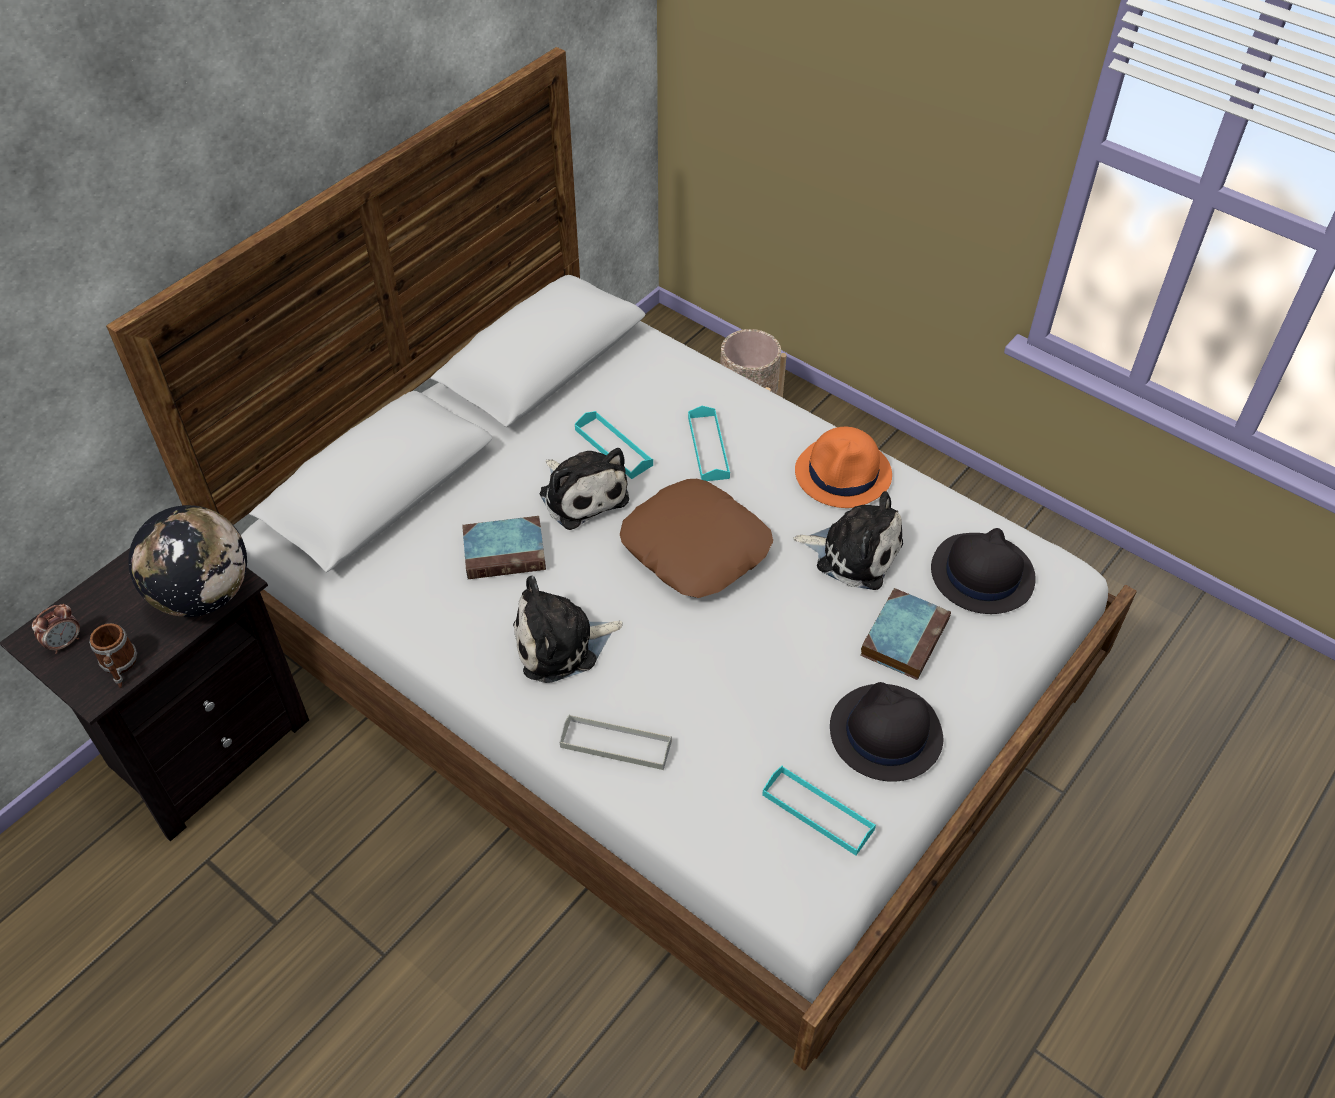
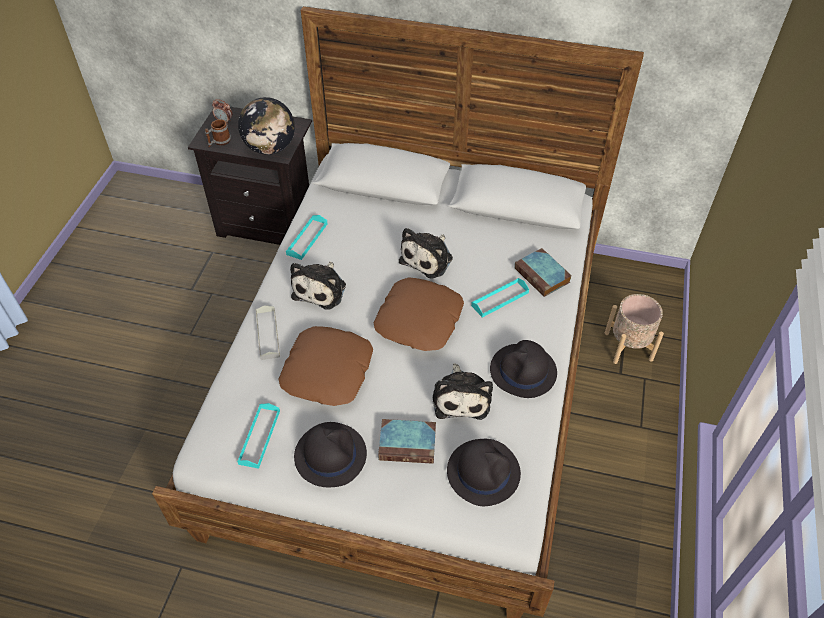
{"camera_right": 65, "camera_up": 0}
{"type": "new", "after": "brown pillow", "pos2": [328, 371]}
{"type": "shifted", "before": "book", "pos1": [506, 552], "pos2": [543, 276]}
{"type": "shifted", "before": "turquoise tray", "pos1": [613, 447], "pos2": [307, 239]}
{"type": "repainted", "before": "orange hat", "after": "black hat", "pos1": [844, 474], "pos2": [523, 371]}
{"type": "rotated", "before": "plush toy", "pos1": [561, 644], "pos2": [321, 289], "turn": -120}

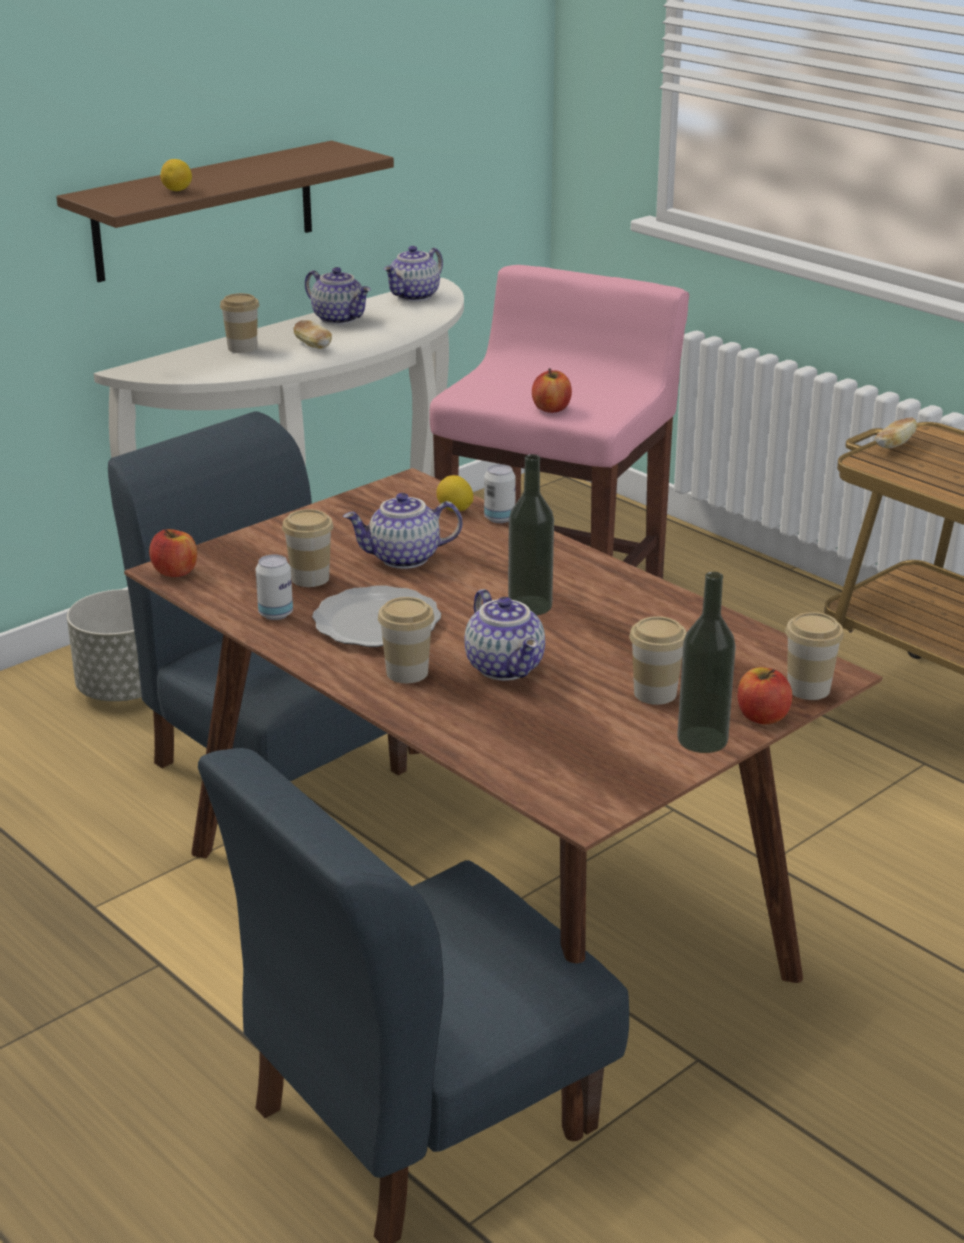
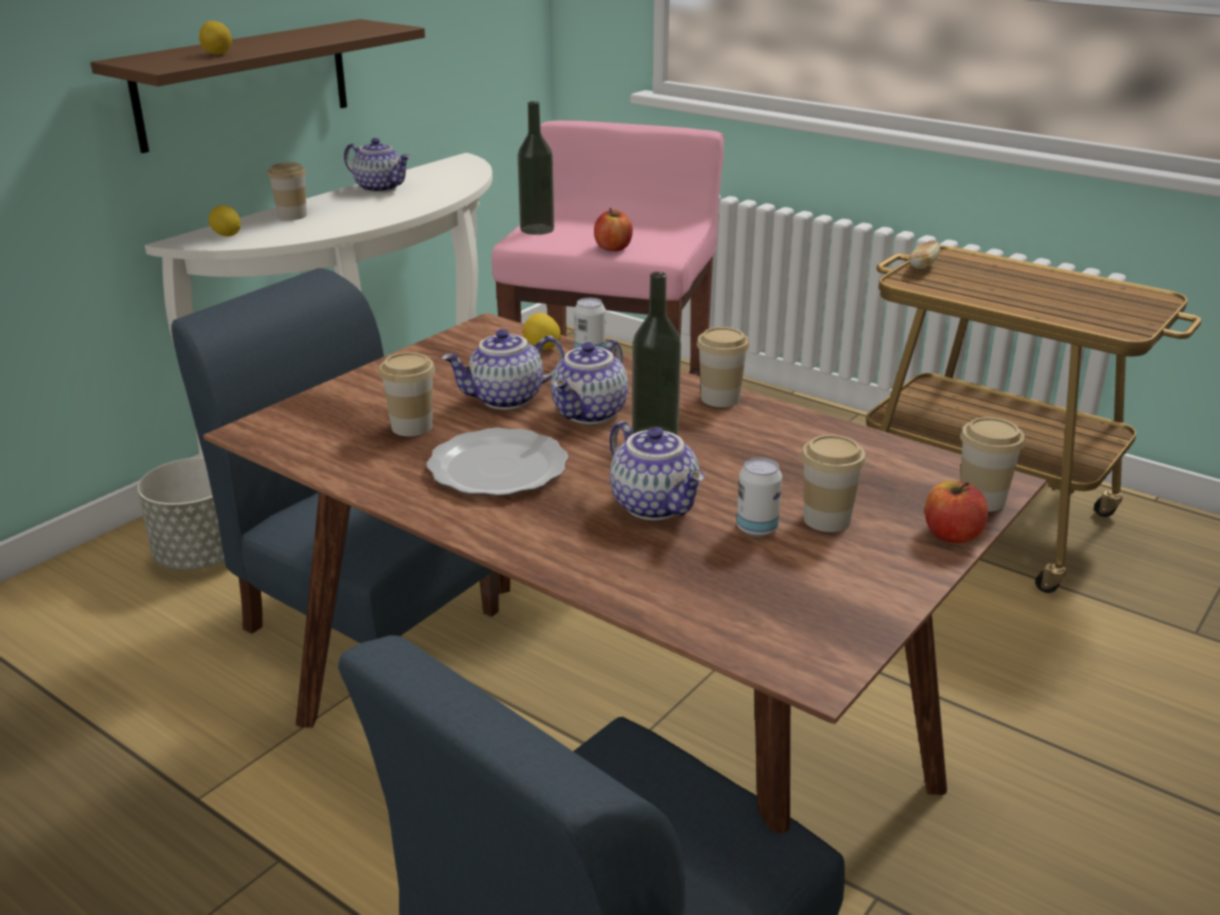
{"camera_right": -10, "camera_up": 0}
{"type": "gone", "before": "apple", "pos1": [175, 572]}
{"type": "gone", "before": "bread", "pos1": [313, 346]}
{"type": "new", "after": "lemon", "pos2": [227, 235]}
{"type": "shifted", "before": "can", "pos1": [276, 614], "pos2": [757, 529]}
{"type": "shifted", "before": "cup", "pos1": [407, 672], "pos2": [720, 398]}
{"type": "shifted", "before": "teapot", "pos1": [415, 296], "pos2": [591, 414]}
{"type": "shifted", "before": "bottle", "pos1": [702, 740], "pos2": [537, 229]}

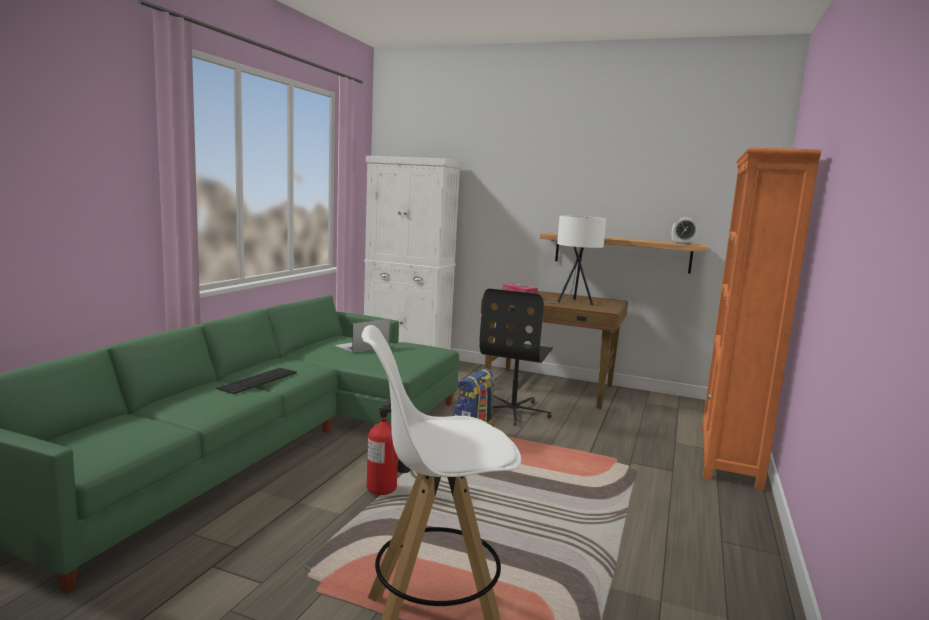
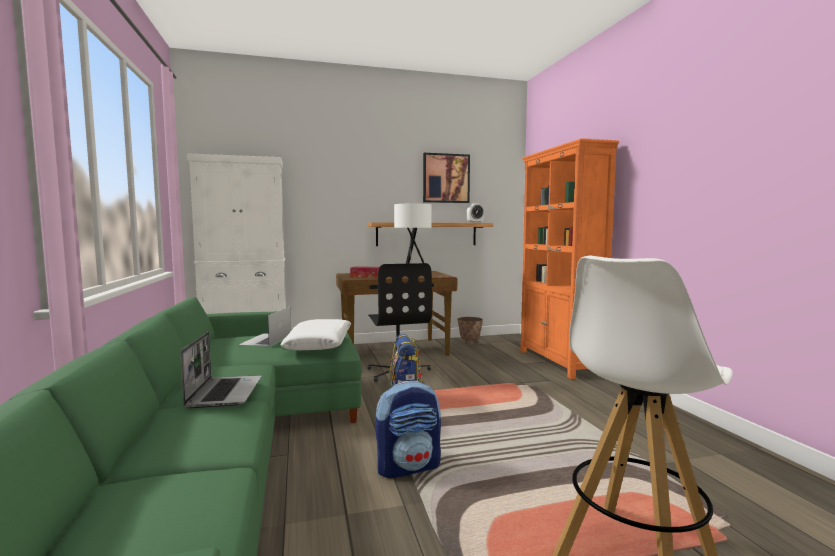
{"camera_right": -35, "camera_up": -5}
{"type": "new", "after": "white pillow", "pos2": [319, 344]}
{"type": "new", "after": "picture", "pos2": [446, 178]}
{"type": "new", "after": "planter", "pos2": [469, 342]}
{"type": "swapped", "before": "keyboard", "after": "laptop", "pos1": [258, 380], "pos2": [224, 392]}
{"type": "swapped", "before": "fire extinguisher", "after": "backpack", "pos1": [386, 491], "pos2": [409, 467]}

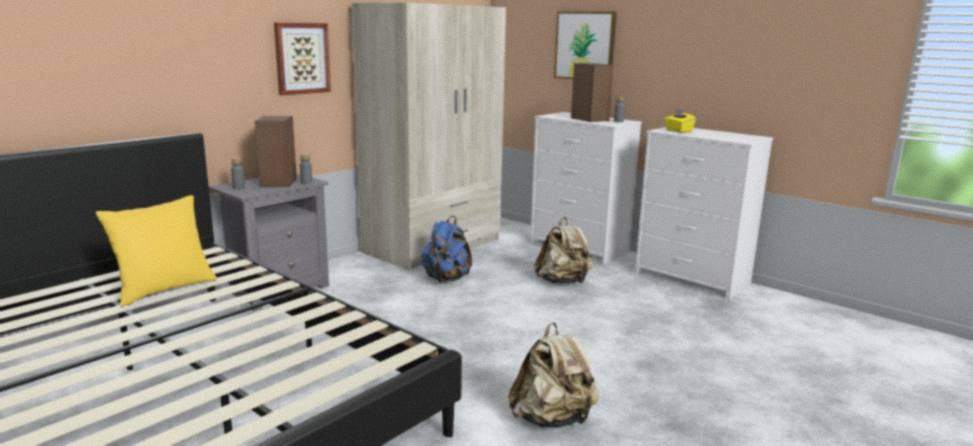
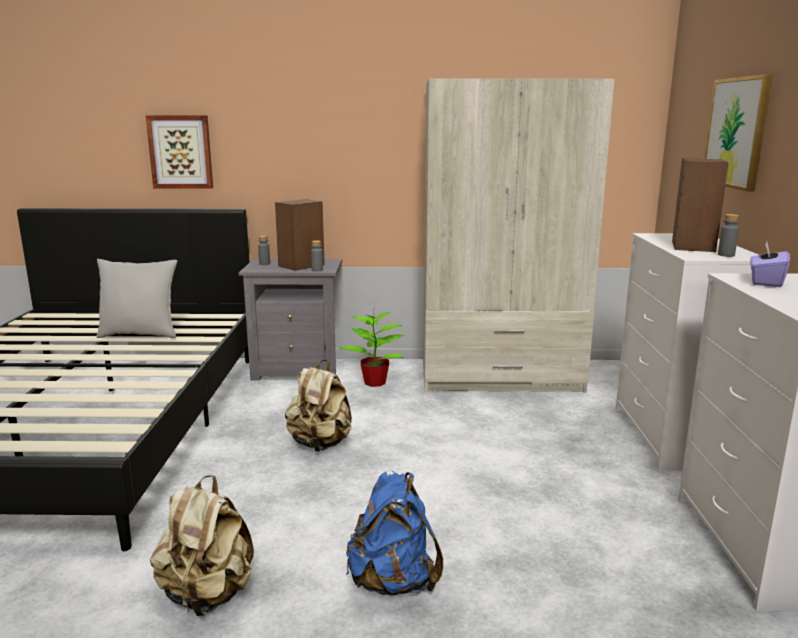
{"camera_right": 50, "camera_up": 0}
{"type": "new", "after": "potted plant", "pos2": [375, 382]}
{"type": "shifted", "before": "picture", "pos1": [301, 58], "pos2": [181, 152]}
{"type": "shifted", "before": "blue backpack", "pos1": [446, 279], "pos2": [393, 581]}
{"type": "shifted", "before": "beige backpack", "pos1": [563, 282], "pos2": [320, 444]}
{"type": "repainted", "before": "yellow pillow", "after": "grey pillow", "pos1": [165, 289], "pos2": [140, 334]}
{"type": "repainted", "before": "yellow tissue box", "after": "purple tissue box", "pos1": [678, 131], "pos2": [765, 282]}

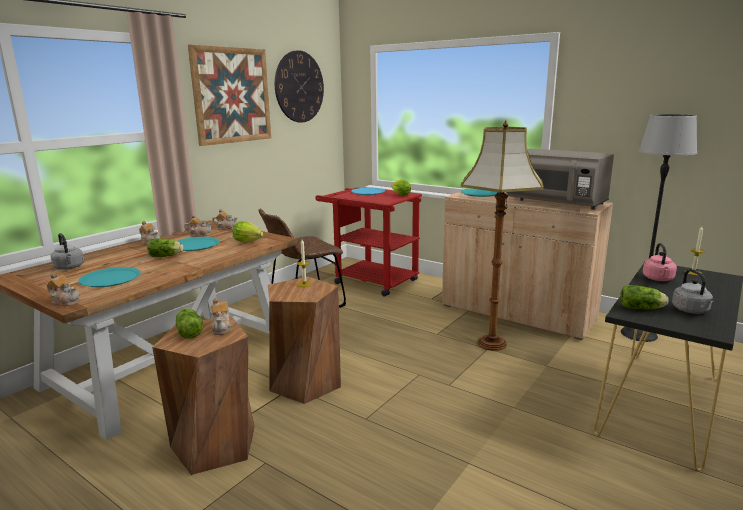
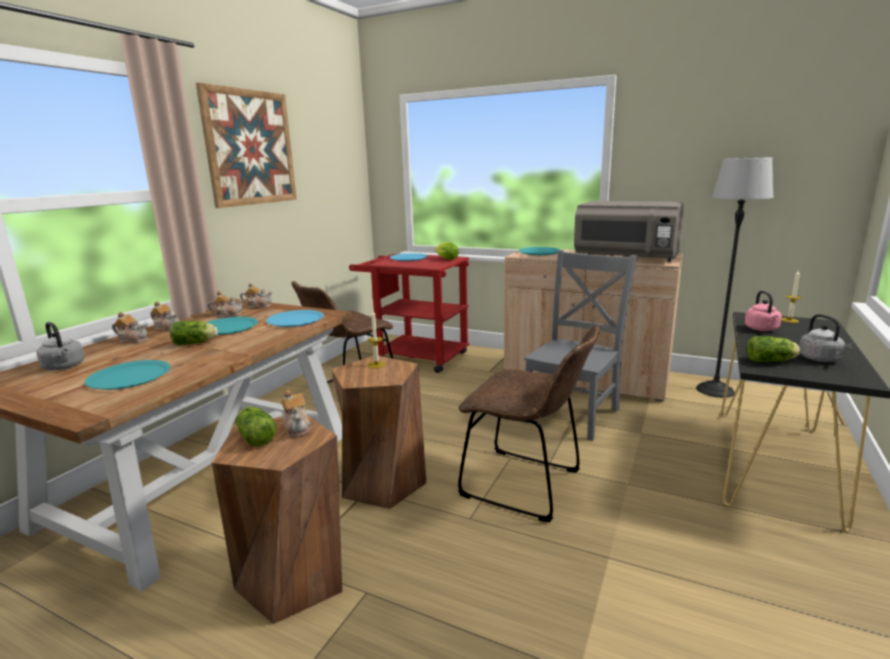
{"camera_right": -10, "camera_up": 0}
{"type": "gone", "before": "wall clock", "pos1": [299, 87]}
{"type": "new", "after": "brown chair", "pos2": [527, 485]}
{"type": "shifted", "before": "teapot", "pos1": [65, 301], "pos2": [133, 340]}
{"type": "swapped", "before": "lettuce", "after": "blue plate", "pos1": [249, 242], "pos2": [295, 319]}
{"type": "swapped", "before": "floor lamp", "after": "grey chair", "pos1": [492, 343], "pos2": [574, 414]}

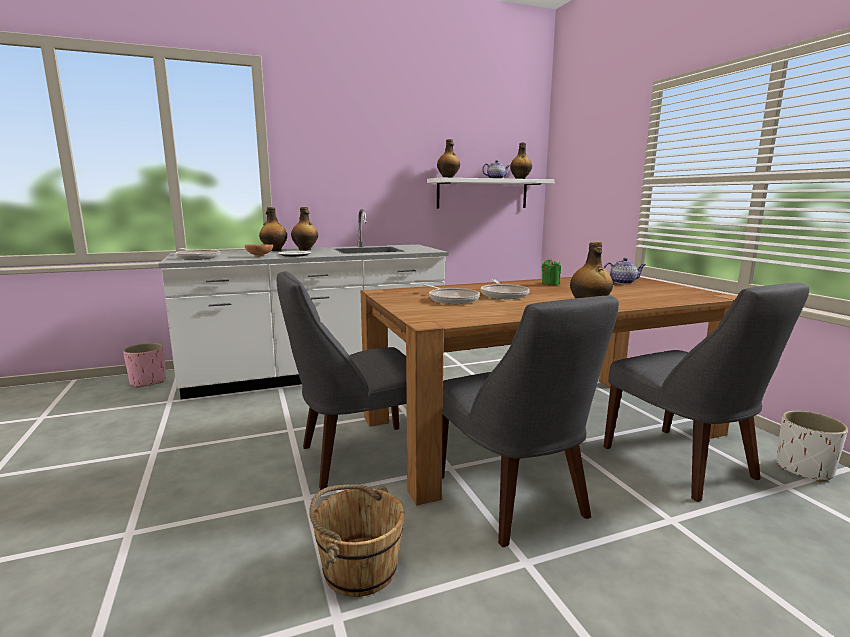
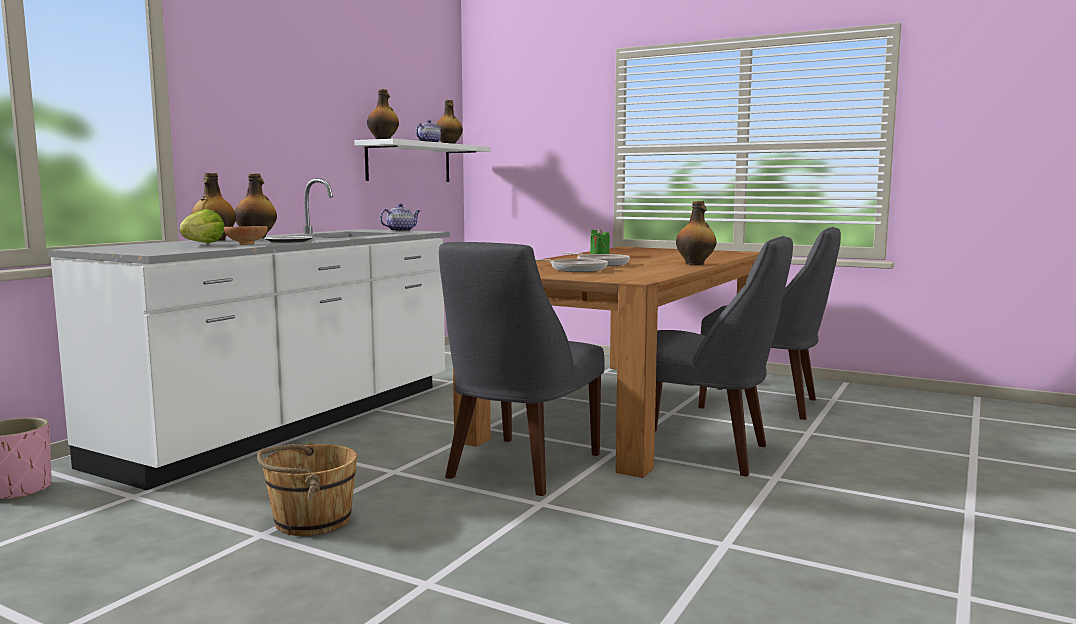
{"camera_right": -40, "camera_up": -5}
{"type": "gone", "before": "frying pan", "pos1": [197, 257]}
{"type": "gone", "before": "white planter", "pos1": [804, 469]}
{"type": "new", "after": "lettuce", "pos2": [202, 244]}
{"type": "shifted", "before": "brown bucket", "pos1": [359, 568], "pos2": [311, 520]}
{"type": "shifted", "before": "teapot", "pos1": [623, 282], "pos2": [401, 231]}

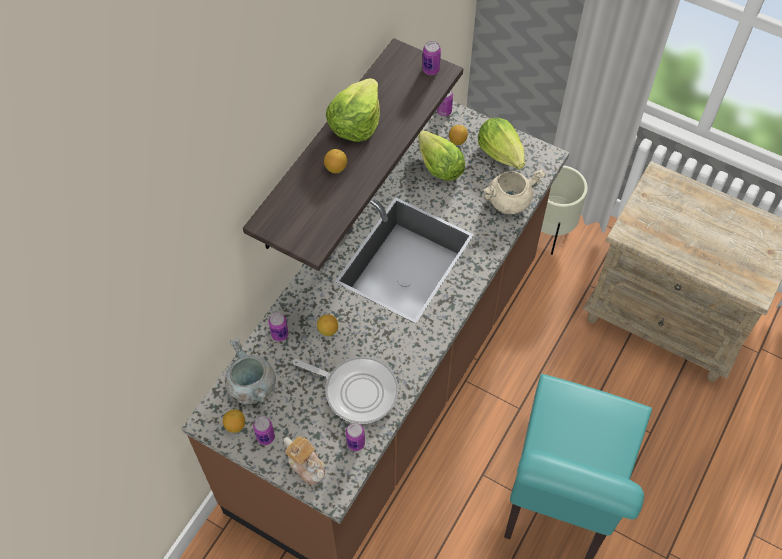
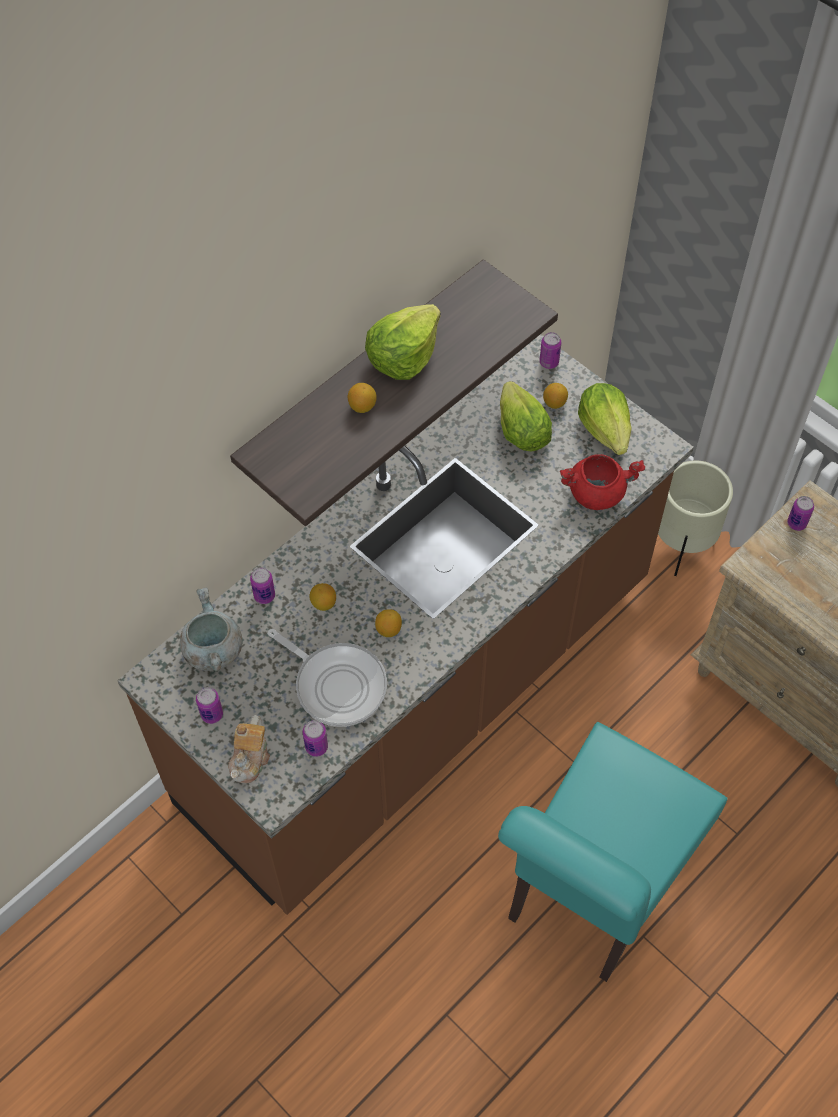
{"camera_right": 15, "camera_up": 0}
{"type": "shifted", "before": "lemon", "pos1": [235, 425], "pos2": [388, 629]}
{"type": "shifted", "before": "can", "pos1": [431, 70], "pos2": [796, 523]}
{"type": "repainted", "before": "beige cooking pot", "after": "red cooking pot", "pos1": [509, 200], "pos2": [597, 492]}
{"type": "rotated", "before": "teapot", "pos1": [306, 465], "pos2": [250, 759], "turn": 45}

